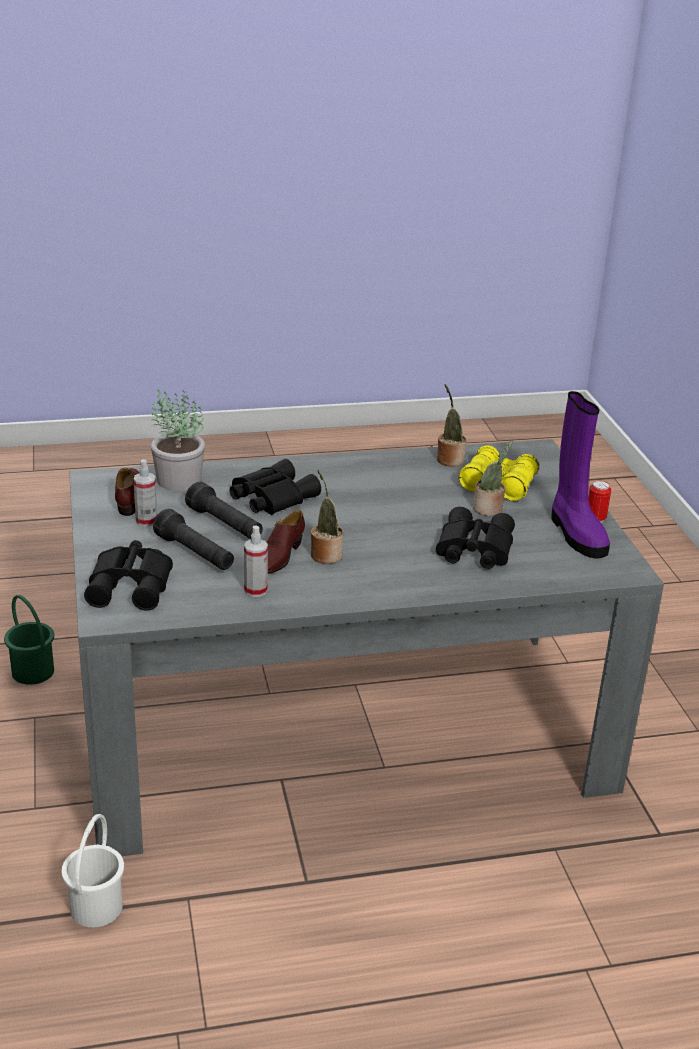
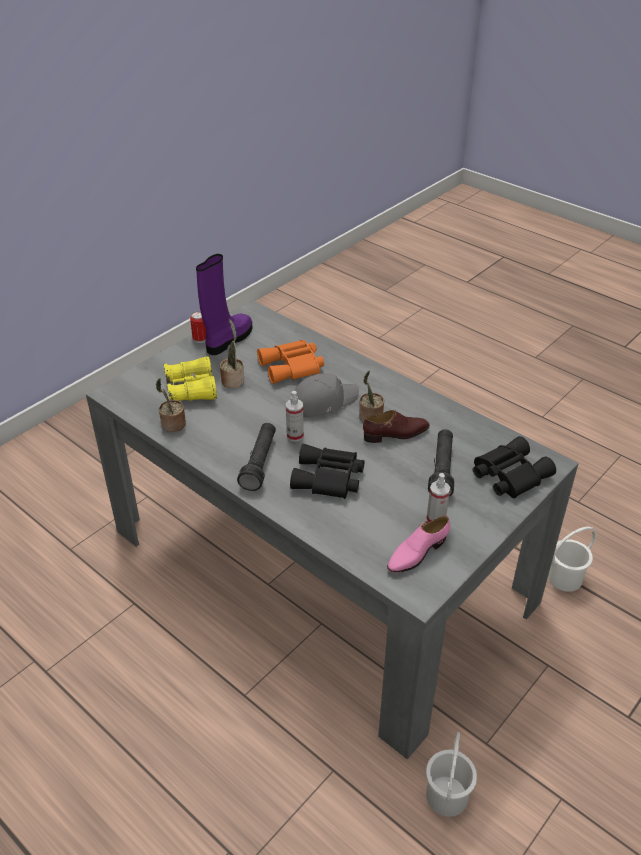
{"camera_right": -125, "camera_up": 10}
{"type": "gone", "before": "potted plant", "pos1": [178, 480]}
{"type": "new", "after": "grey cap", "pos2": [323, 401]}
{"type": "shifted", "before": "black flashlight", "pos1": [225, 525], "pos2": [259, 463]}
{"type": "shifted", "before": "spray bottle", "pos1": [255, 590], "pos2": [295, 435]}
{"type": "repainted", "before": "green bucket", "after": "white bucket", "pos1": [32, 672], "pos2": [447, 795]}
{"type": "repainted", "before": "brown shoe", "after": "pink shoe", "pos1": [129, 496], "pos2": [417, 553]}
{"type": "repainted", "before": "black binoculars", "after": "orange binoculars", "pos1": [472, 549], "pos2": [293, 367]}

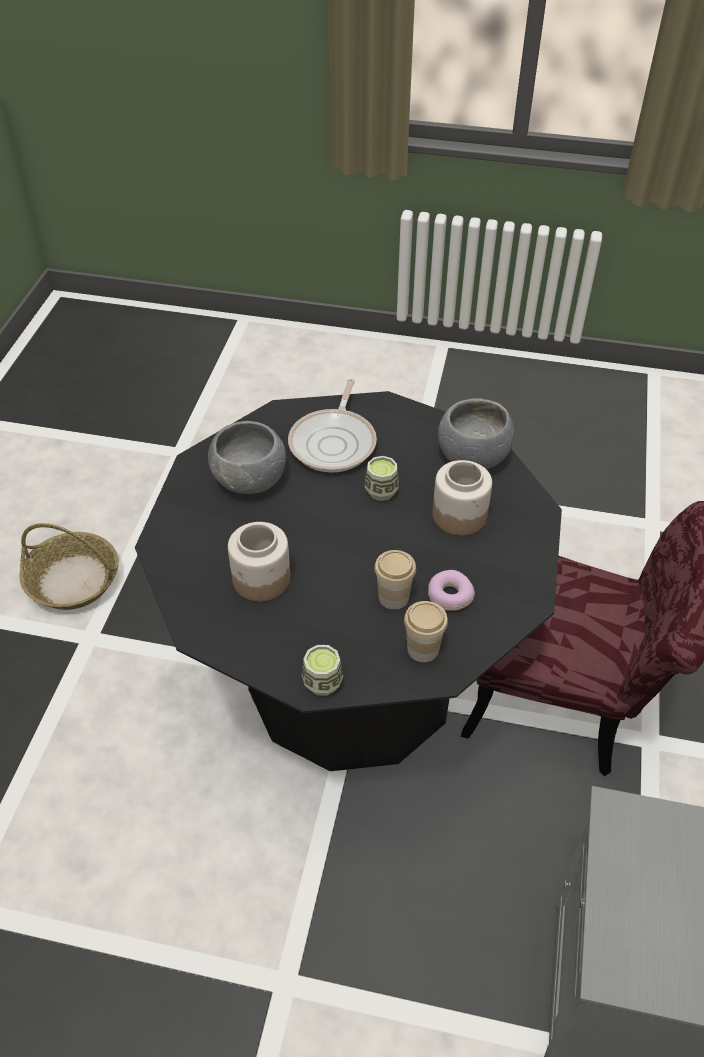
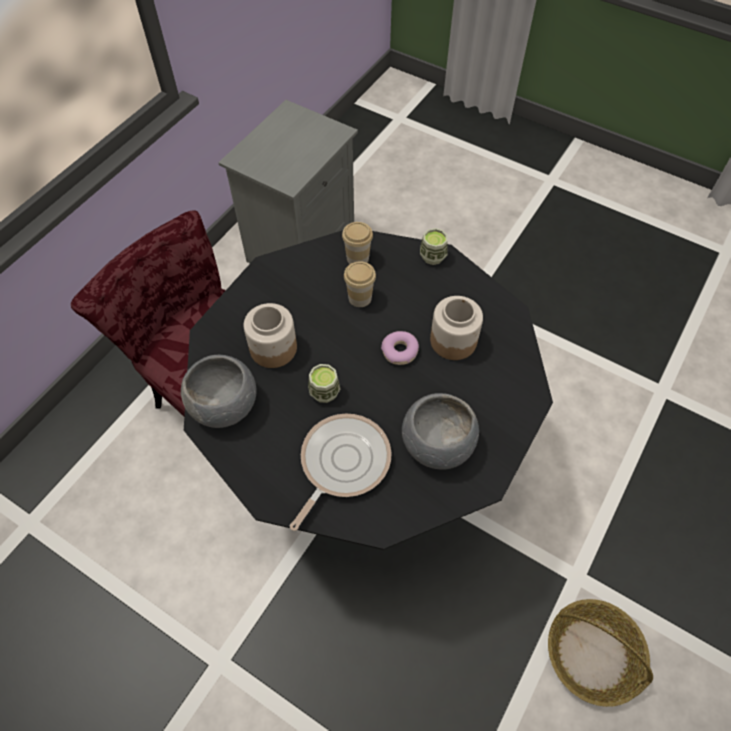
{"camera_right": -160, "camera_up": 10}
{"type": "shifted", "before": "donut", "pos1": [449, 596], "pos2": [400, 351]}

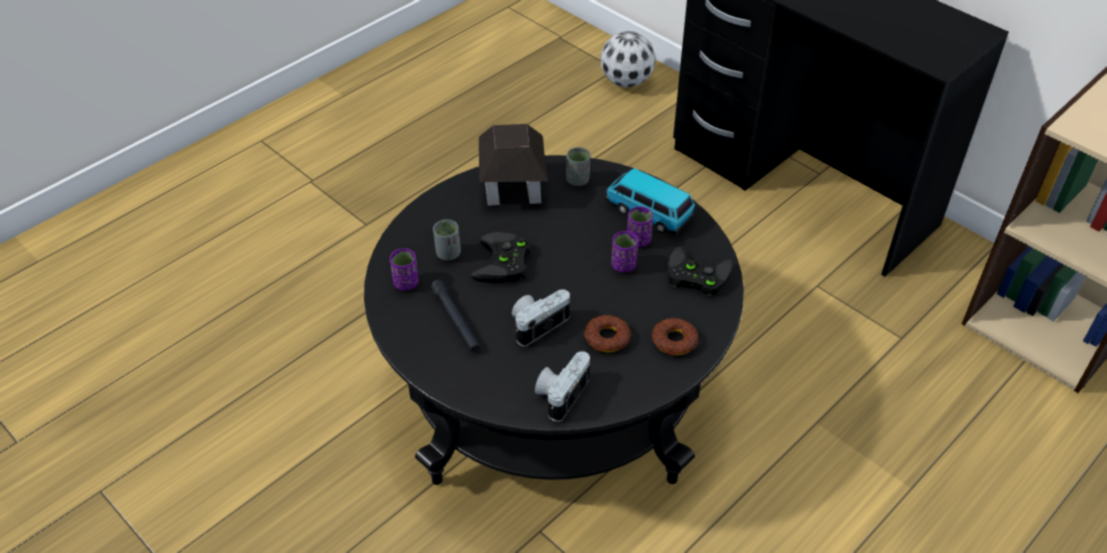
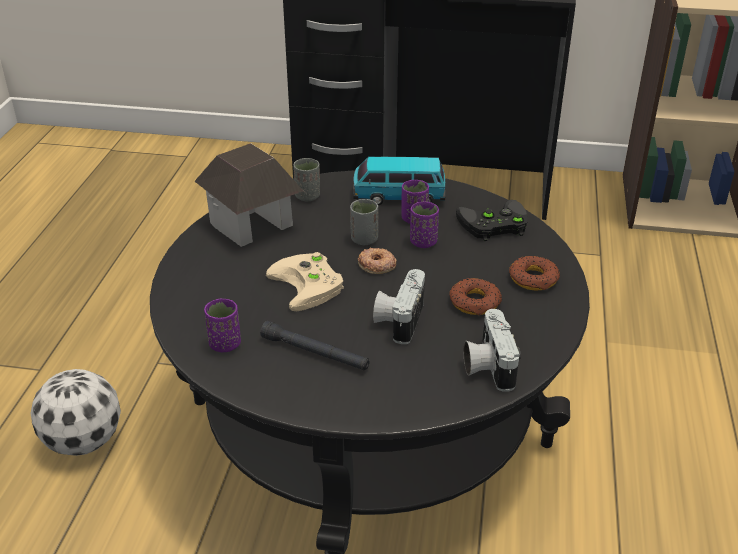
{"camera_right": -35, "camera_up": -10}
{"type": "new", "after": "donut", "pos2": [376, 265]}
{"type": "shifted", "before": "grey cup", "pos1": [448, 253], "pos2": [364, 239]}
{"type": "shifted", "before": "football", "pos1": [626, 81], "pos2": [83, 441]}
{"type": "repainted", "before": "black game controller", "after": "beige game controller", "pos1": [504, 263], "pos2": [310, 286]}

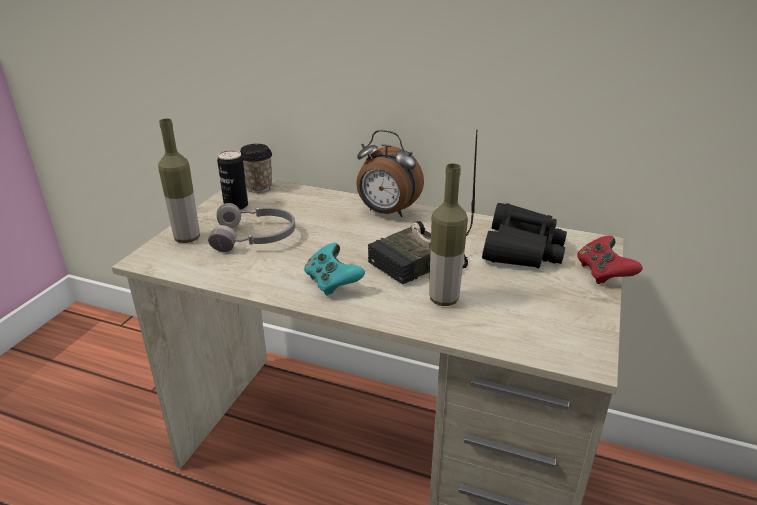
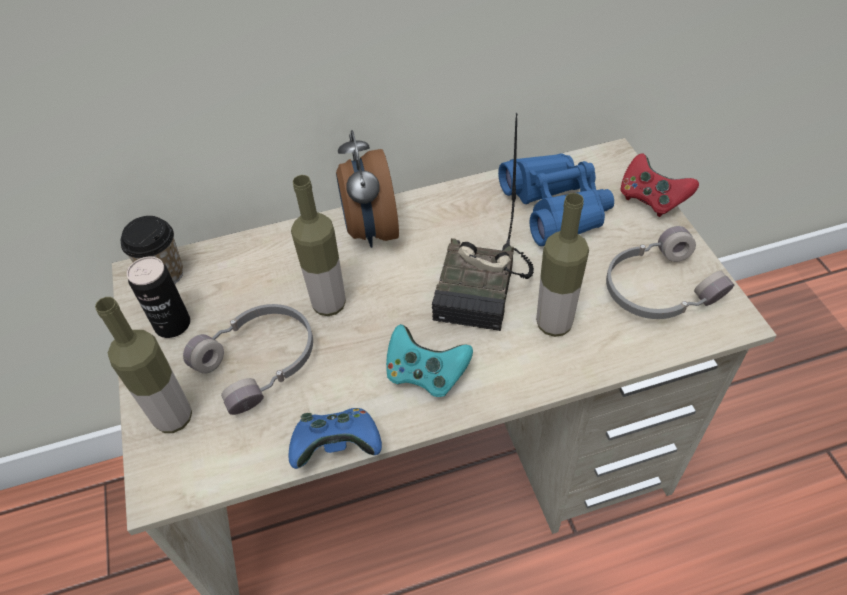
{"camera_right": -35, "camera_up": 20}
{"type": "new", "after": "blue game controller", "pos2": [337, 447]}
{"type": "new", "after": "bottle", "pos2": [329, 304]}
{"type": "new", "after": "grey headphones", "pos2": [657, 288]}
{"type": "repainted", "before": "black binoculars", "after": "blue binoculars", "pos1": [521, 249], "pos2": [556, 207]}
{"type": "rotated", "before": "alarm clock", "pos1": [386, 212], "pos2": [370, 230], "turn": 90}

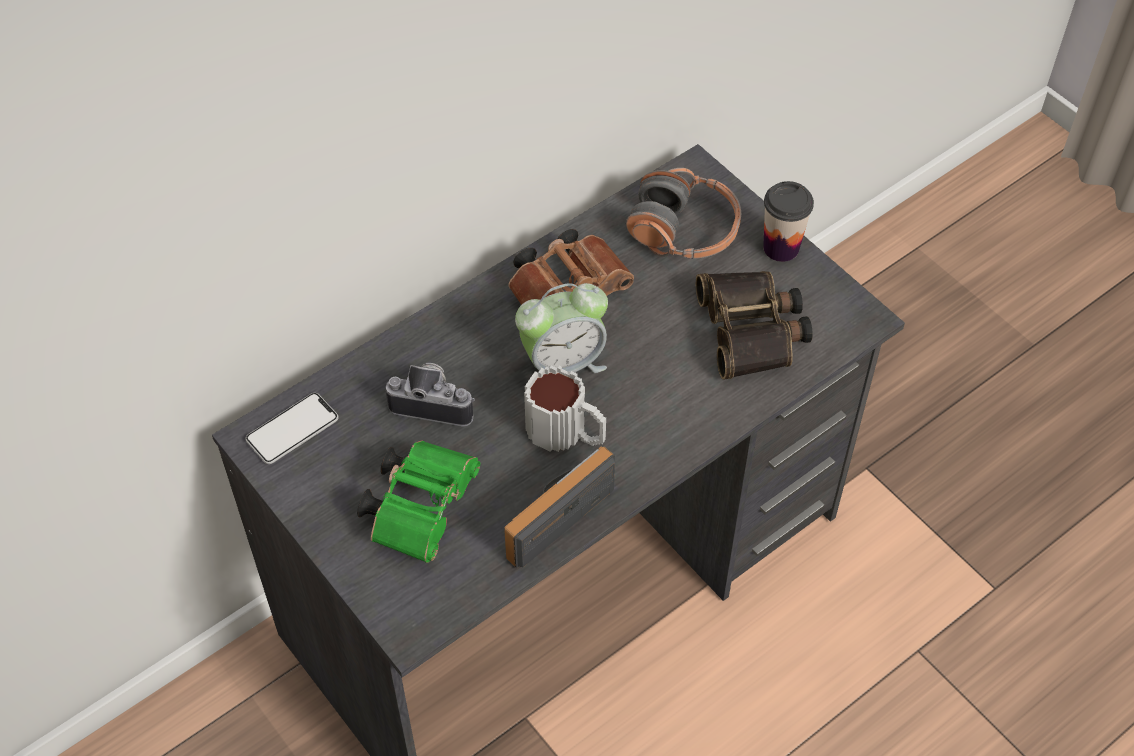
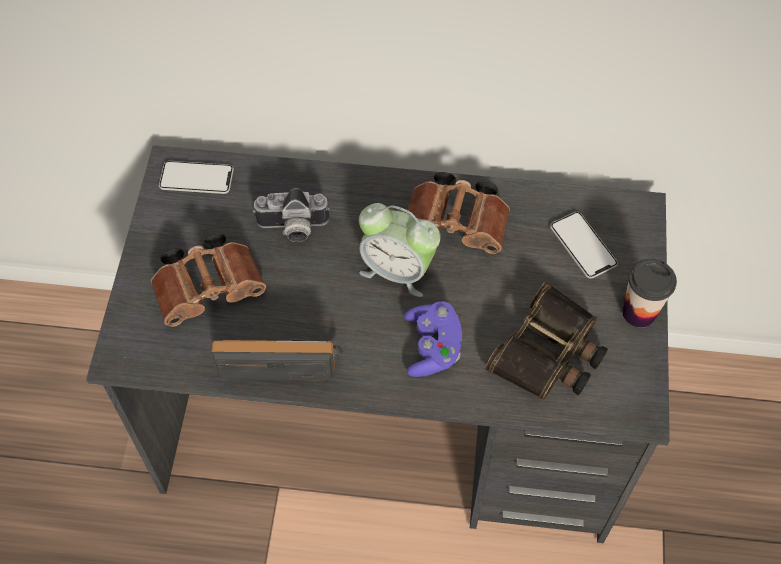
{"camera_right": 45, "camera_up": 5}
{"type": "gone", "before": "mug", "pos1": [567, 433]}
{"type": "new", "after": "purple game controller", "pos2": [432, 347]}
{"type": "swapped", "before": "headphones", "after": "phone", "pos1": [684, 230], "pos2": [583, 246]}
{"type": "repainted", "before": "green binoculars", "after": "brown binoculars", "pos1": [422, 506], "pos2": [211, 288]}
{"type": "rotated", "before": "photo camera", "pos1": [434, 402], "pos2": [293, 229], "turn": 120}

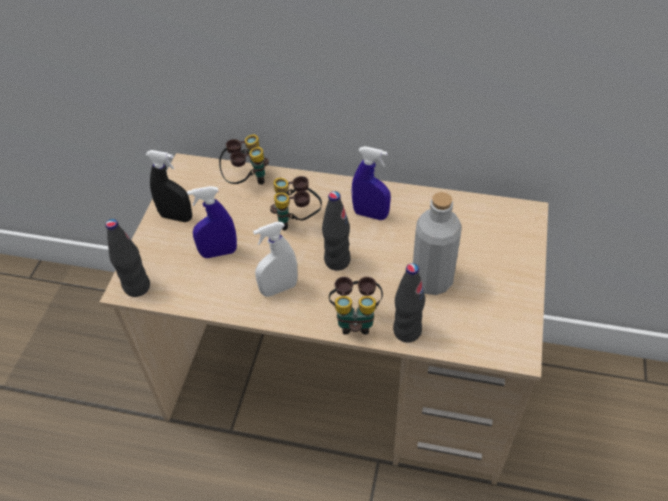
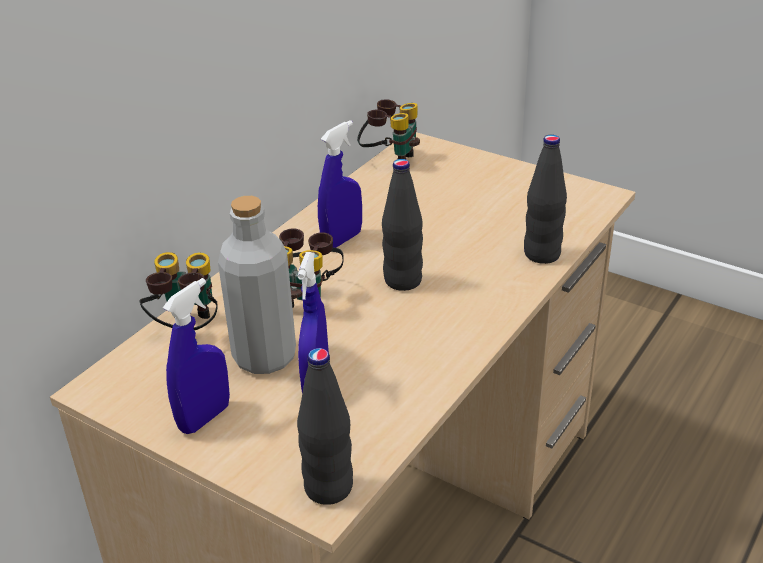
{"camera_right": -70, "camera_up": -15}
{"type": "gone", "before": "white spray bottle", "pos1": [279, 288]}
{"type": "shifted", "before": "binoculars", "pos1": [355, 319], "pos2": [390, 159]}
{"type": "shifted", "before": "grey bottle", "pos1": [432, 280], "pos2": [264, 357]}
{"type": "repainted", "before": "black spray bottle", "after": "blue spray bottle", "pos1": [176, 217], "pos2": [204, 418]}

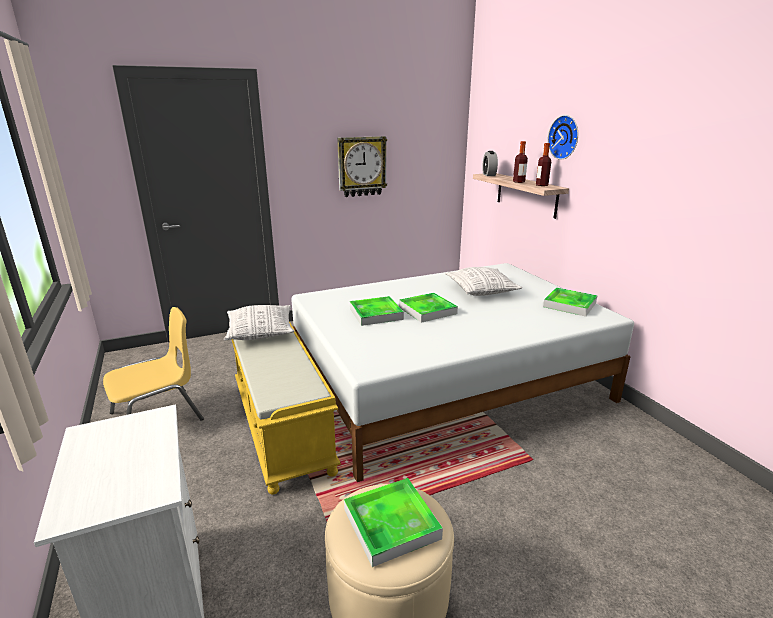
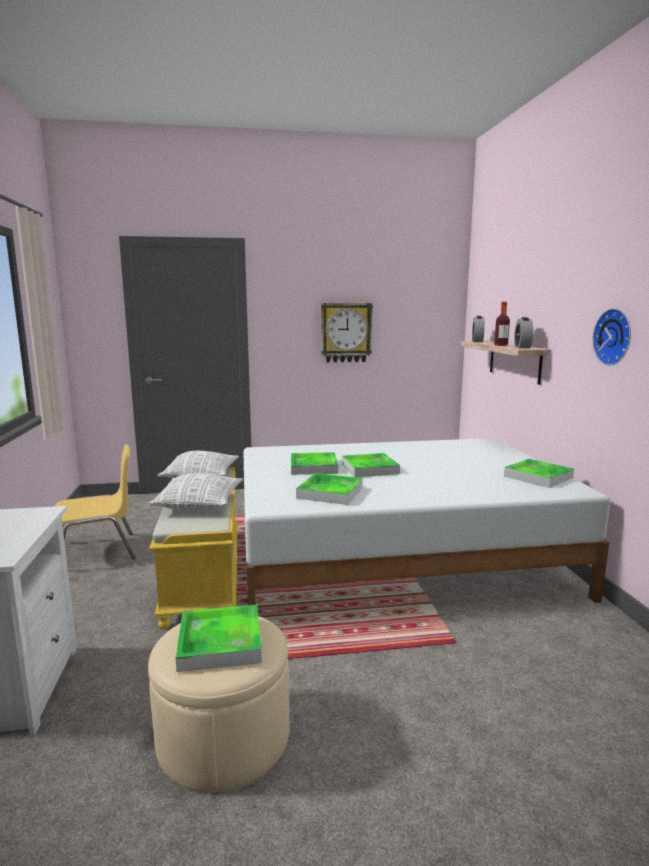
{"camera_right": 15, "camera_up": -10}
{"type": "new", "after": "tray", "pos2": [330, 493]}
{"type": "shifted", "before": "pillow", "pos1": [481, 290], "pos2": [198, 504]}
{"type": "shifted", "before": "wall clock", "pos1": [565, 137], "pos2": [615, 337]}
{"type": "swapped", "before": "bottle", "after": "alarm clock", "pos1": [541, 185], "pos2": [522, 347]}

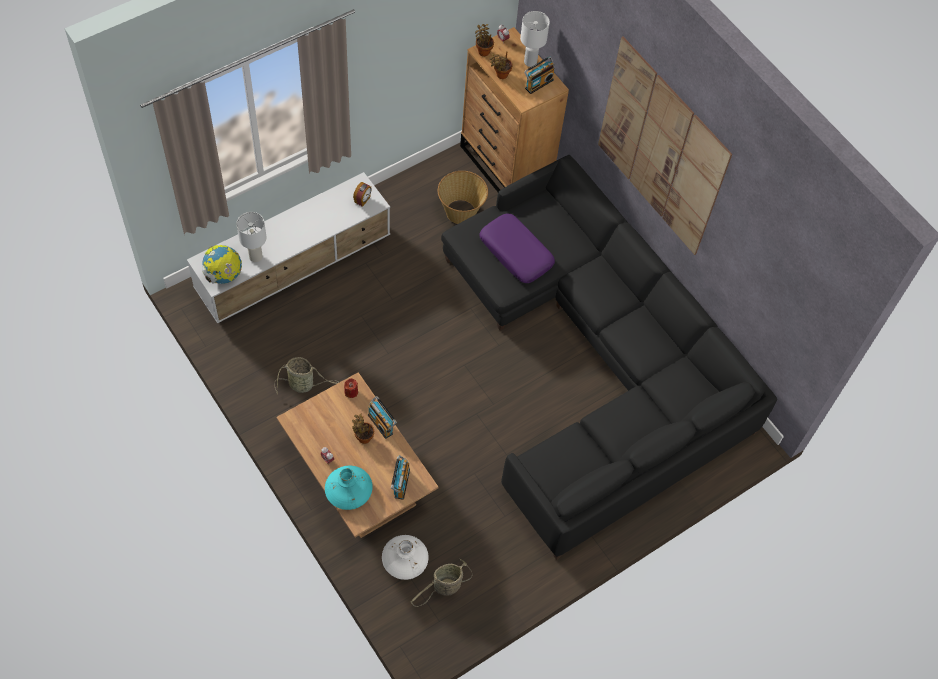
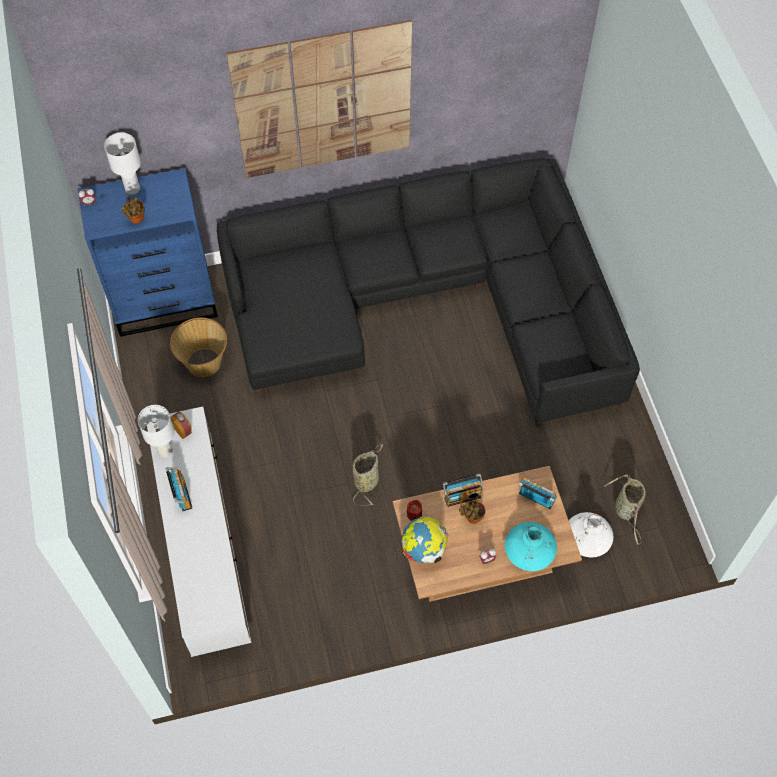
{"camera_right": -65, "camera_up": 0}
{"type": "gone", "before": "potted plant", "pos1": [483, 51]}
{"type": "gone", "before": "purple pillow", "pos1": [516, 253]}
{"type": "shifted", "before": "globe", "pos1": [223, 275], "pos2": [423, 549]}
{"type": "shifted", "before": "white table lamp", "pos1": [255, 257], "pos2": [165, 451]}
{"type": "shifted", "before": "basket", "pos1": [303, 384], "pos2": [367, 480]}
{"type": "shifted", "before": "radio", "pos1": [538, 83], "pos2": [181, 495]}
{"type": "repainted", "before": "brown dresser", "after": "blue dresser", "pos1": [506, 166], "pos2": [166, 303]}

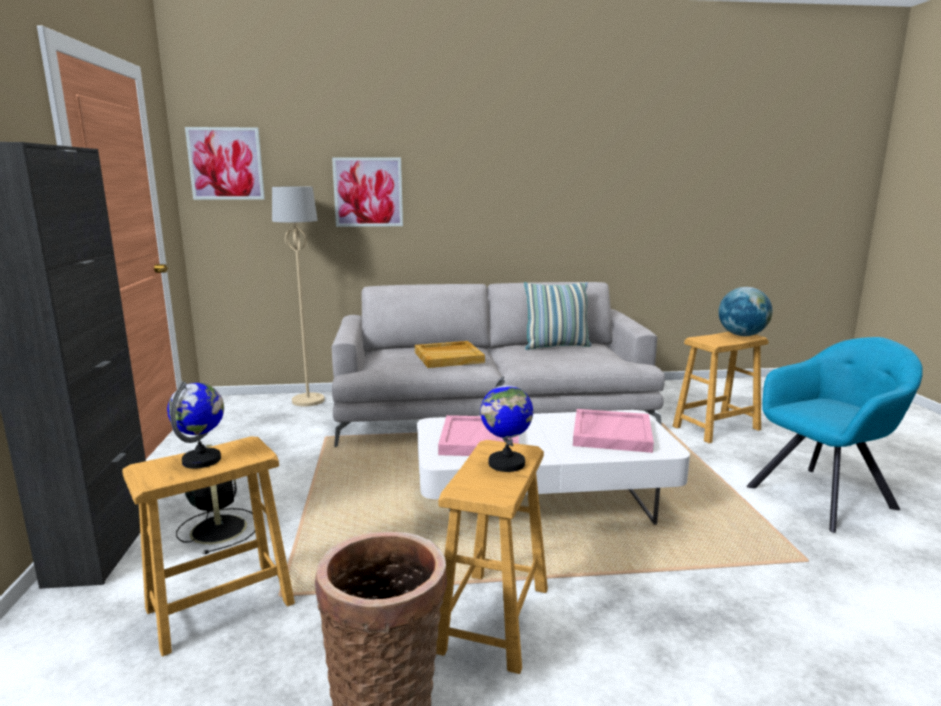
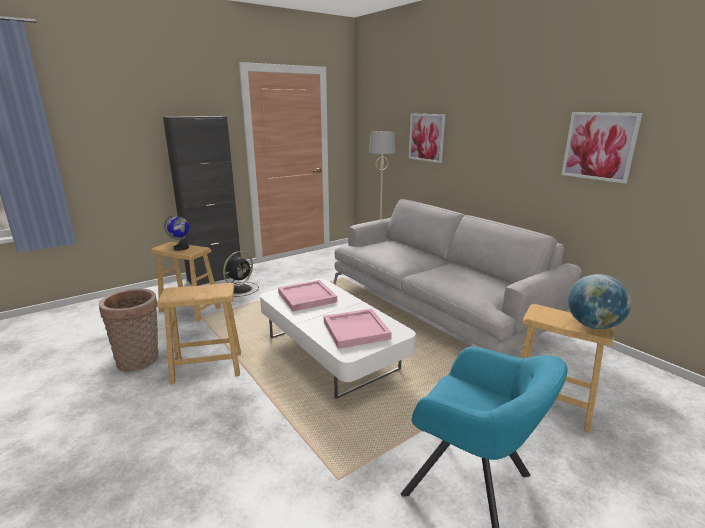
{"camera_right": 60, "camera_up": 5}
{"type": "gone", "before": "beige tray", "pos1": [449, 357]}
{"type": "gone", "before": "globe", "pos1": [506, 464]}
{"type": "gone", "before": "pillow", "pos1": [556, 346]}
{"type": "shifted", "before": "picture", "pos1": [226, 164], "pos2": [599, 146]}

